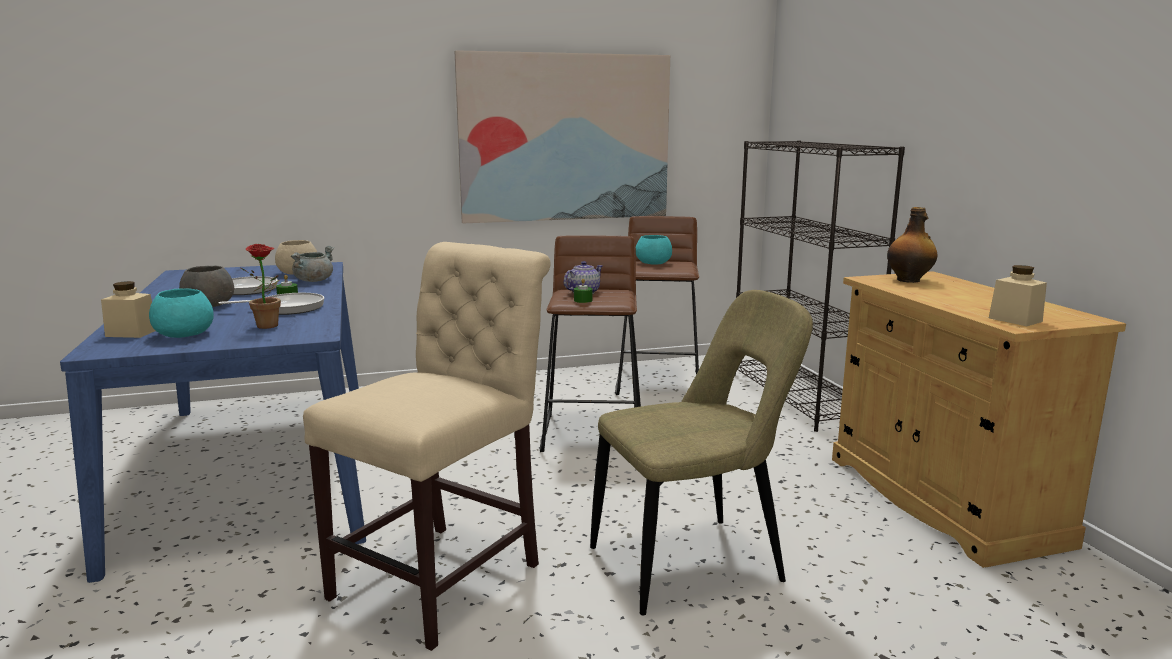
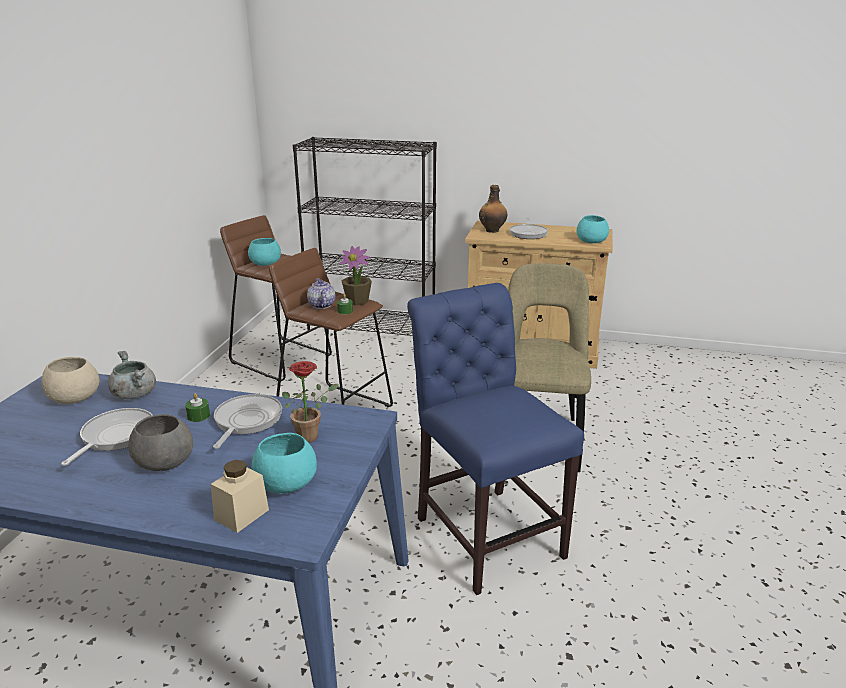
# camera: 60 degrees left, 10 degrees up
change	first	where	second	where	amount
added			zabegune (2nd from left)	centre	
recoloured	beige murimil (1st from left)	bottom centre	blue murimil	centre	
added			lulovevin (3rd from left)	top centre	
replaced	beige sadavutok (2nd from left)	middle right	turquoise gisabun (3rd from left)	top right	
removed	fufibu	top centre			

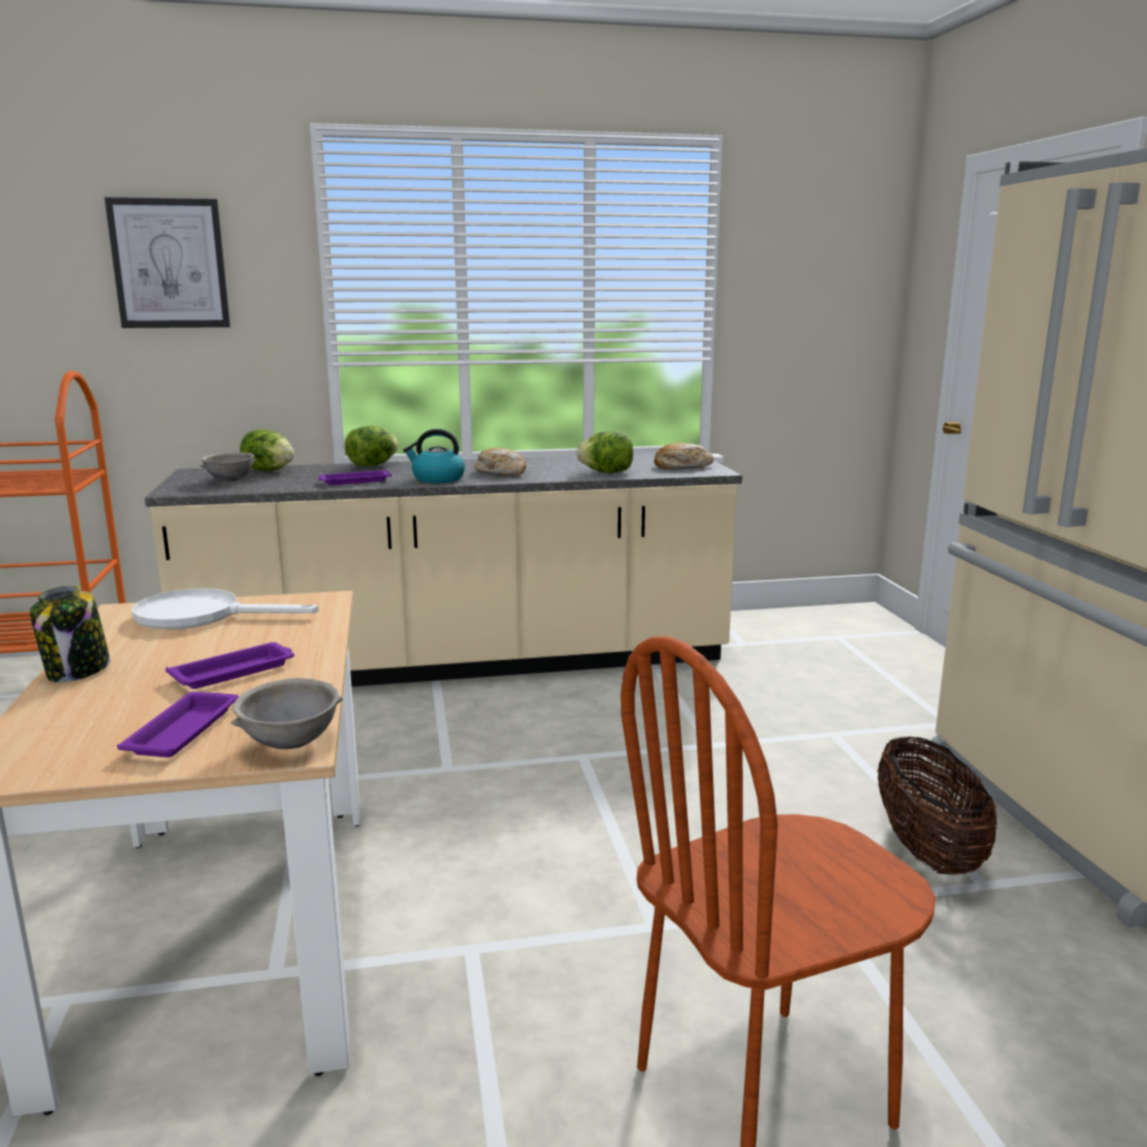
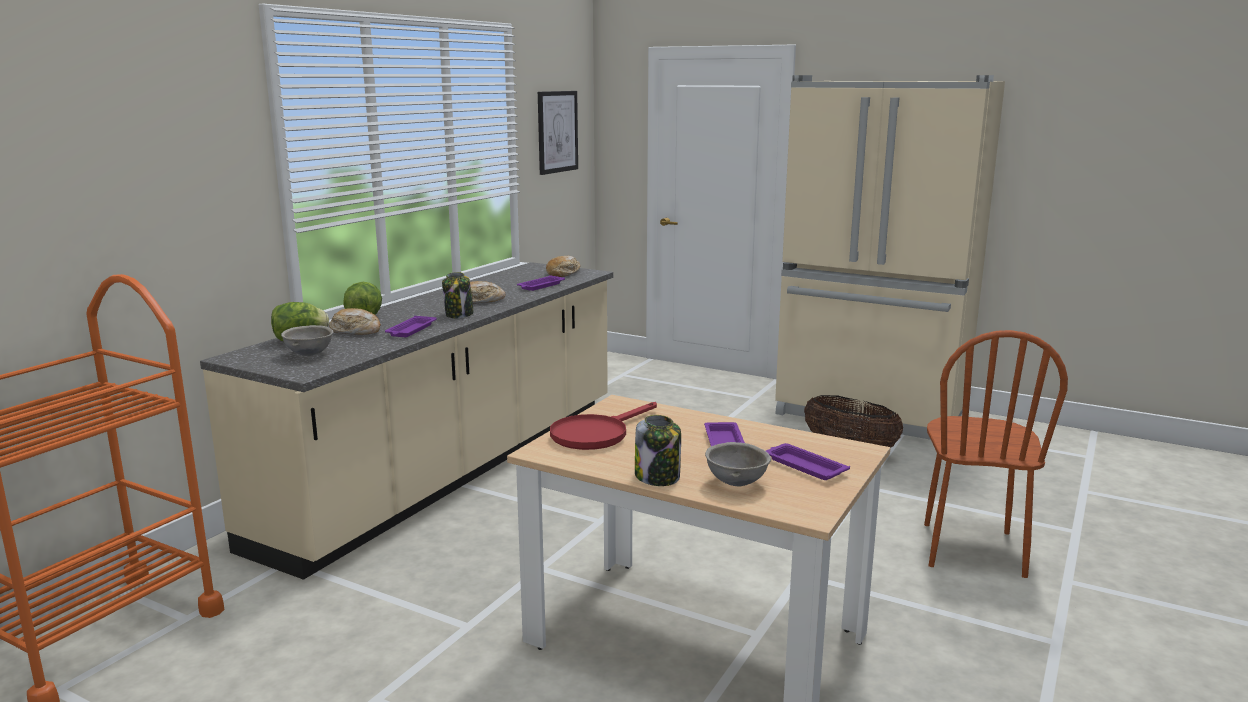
# camera: 50 degrees left, 0 degrees up
change	first	where	second	where	amount
added			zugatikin (1st from left)	middle left	
replaced	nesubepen	centre	sadavutok (1st from left)	centre	
replaced	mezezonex (3rd from left)	centre	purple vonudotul (2nd from left)	centre	
moved	fufibu	top left		top centre	
recoloured	white lulovevin	middle left	red lulovevin	centre	
moved	grey gisabun (2nd from left)	middle left		centre	

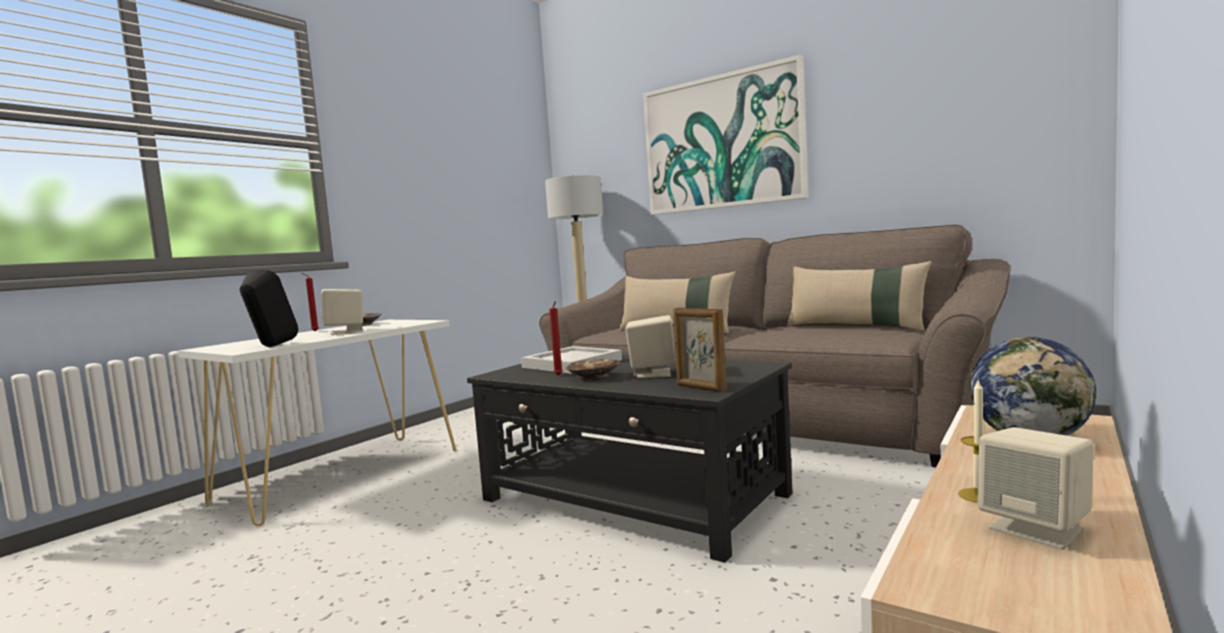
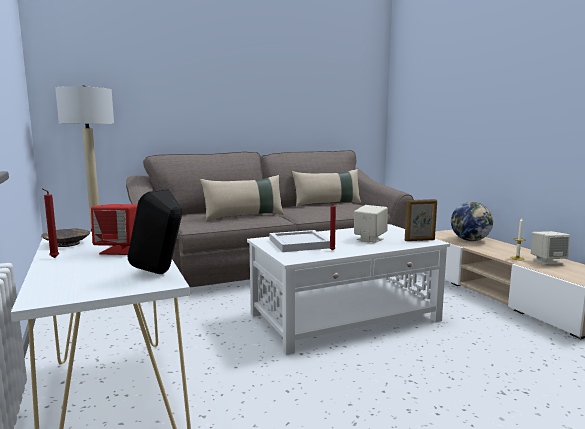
# camera: 60 degrees left, 5 degrees up
change	first	where	second	where	amount
recoloured	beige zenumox (1st from left)	middle left	red zenumox	middle left	
recoloured	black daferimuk	bottom centre	white daferimuk	bottom centre	
removed	brown gisabun (2nd from left)	centre			
removed	fufibu	top centre			

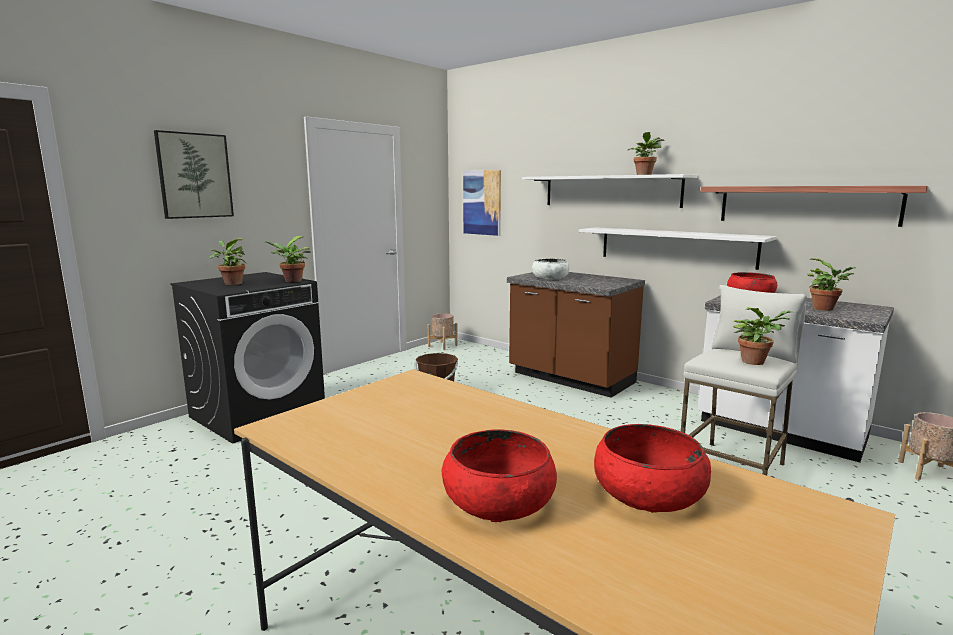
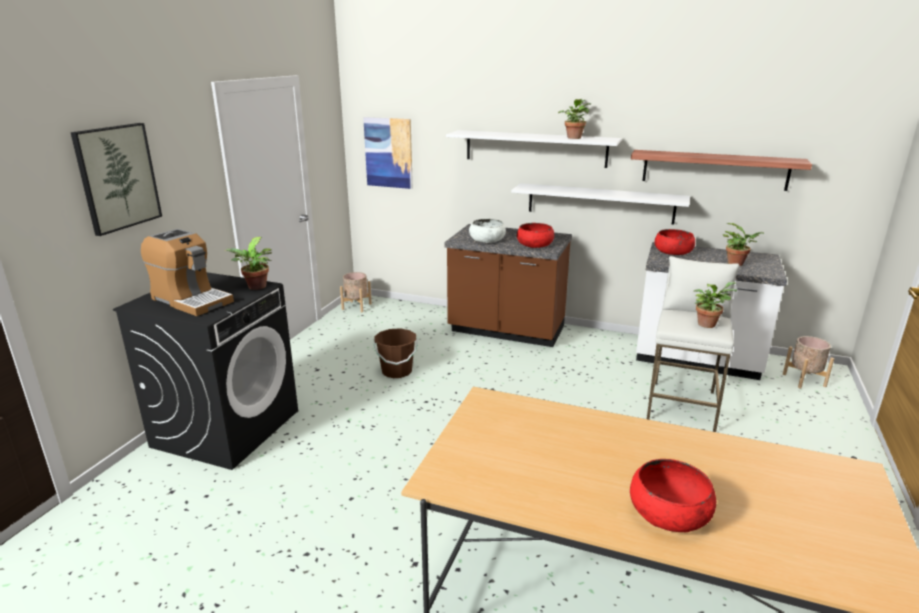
# camera: 20 degrees left, 10 degrees up
change	first	where	second	where	amount
replaced	zabegune (1st from left)	middle left	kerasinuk	middle left	
moved	red gisabun (2nd from left in the first image)	bottom right	red gisabun (1st from left)	centre	

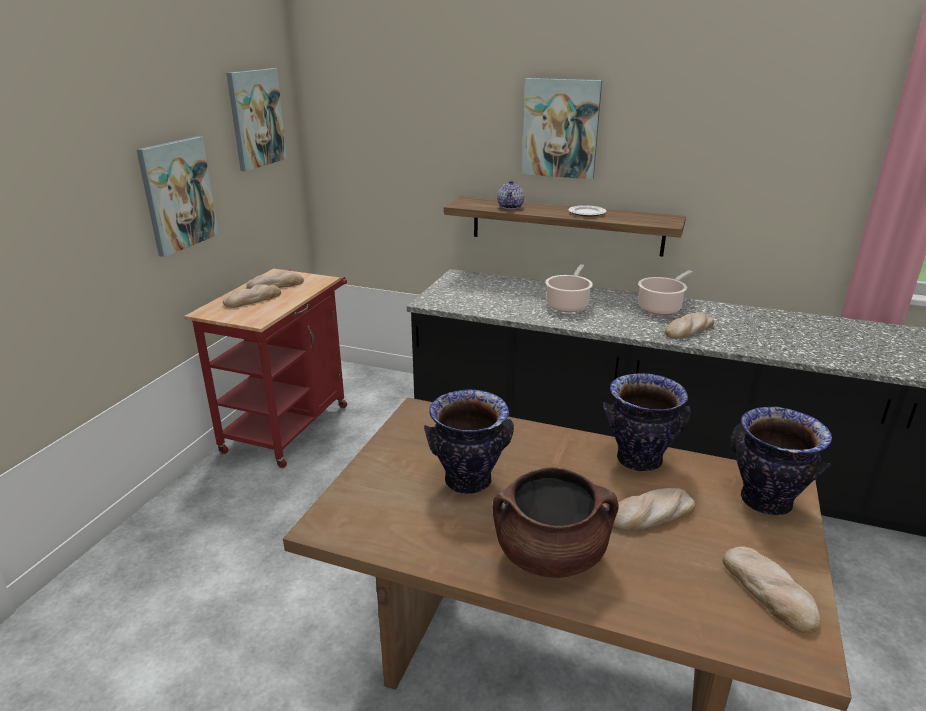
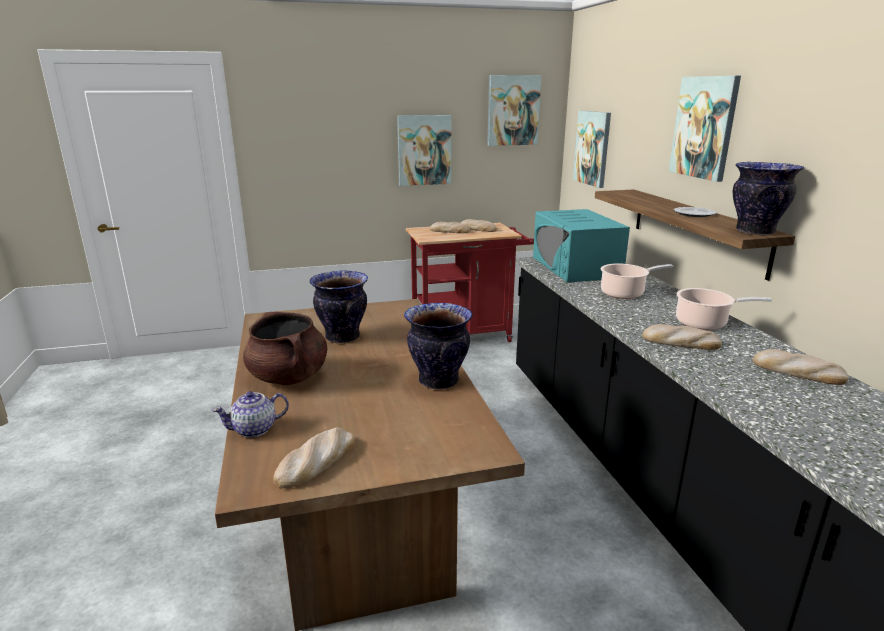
# camera: 55 degrees right, 5 degrees down
change	first	where	second	where	amount
moved	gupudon	top centre		middle left	
added			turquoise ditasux	centre	
added			fufibu (3rd from left)	top right	
moved	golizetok (3rd from left)	middle right		top right	
moved	zugatikin (3rd from left in the first image)	bottom right	zugatikin (5th from left)	middle right	

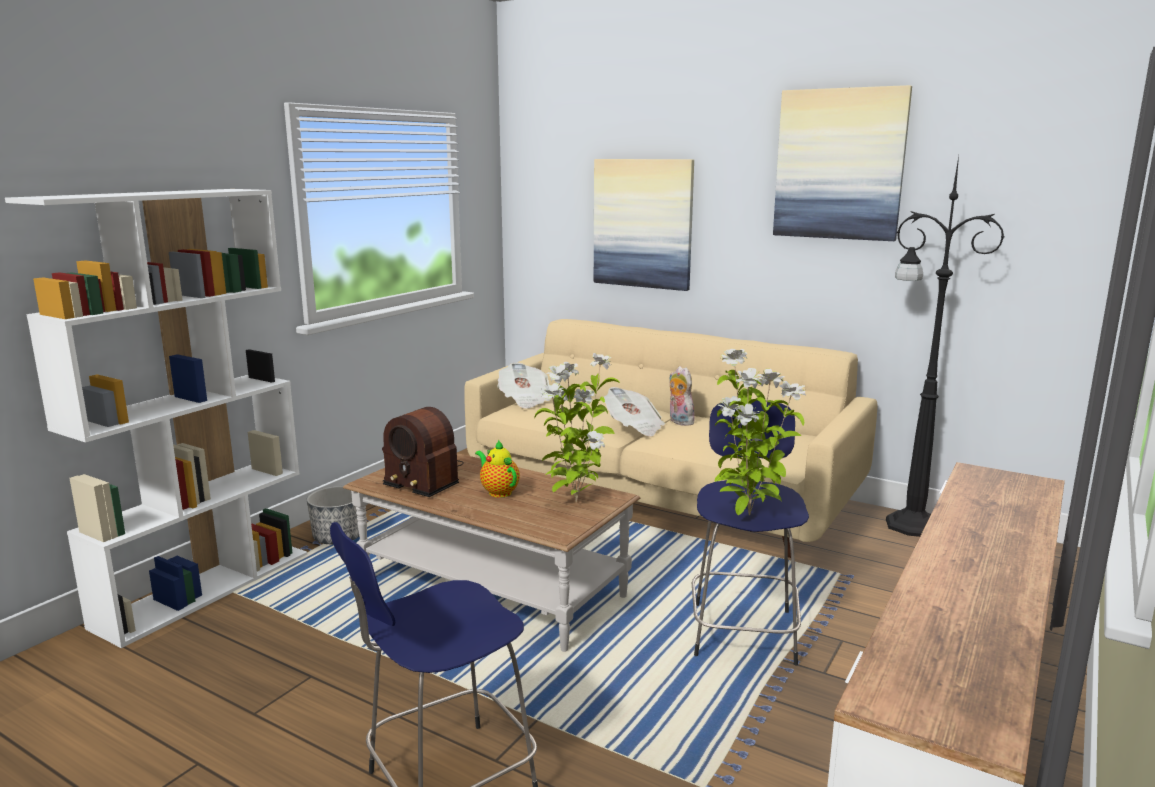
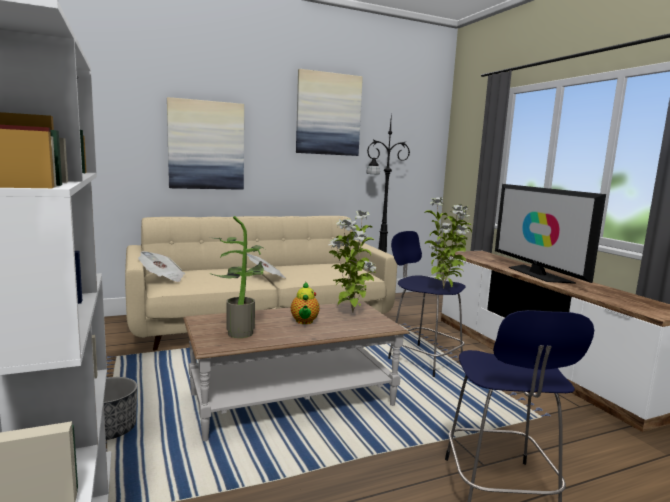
# camera: 55 degrees left, 5 degrees down
change	first	where	second	where	amount
replaced	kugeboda	centre	zabegune (1st from left)	centre	
turned	gupudon	centre		centre	90 degrees counterclockwise
added			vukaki	middle right	
removed	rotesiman	centre			

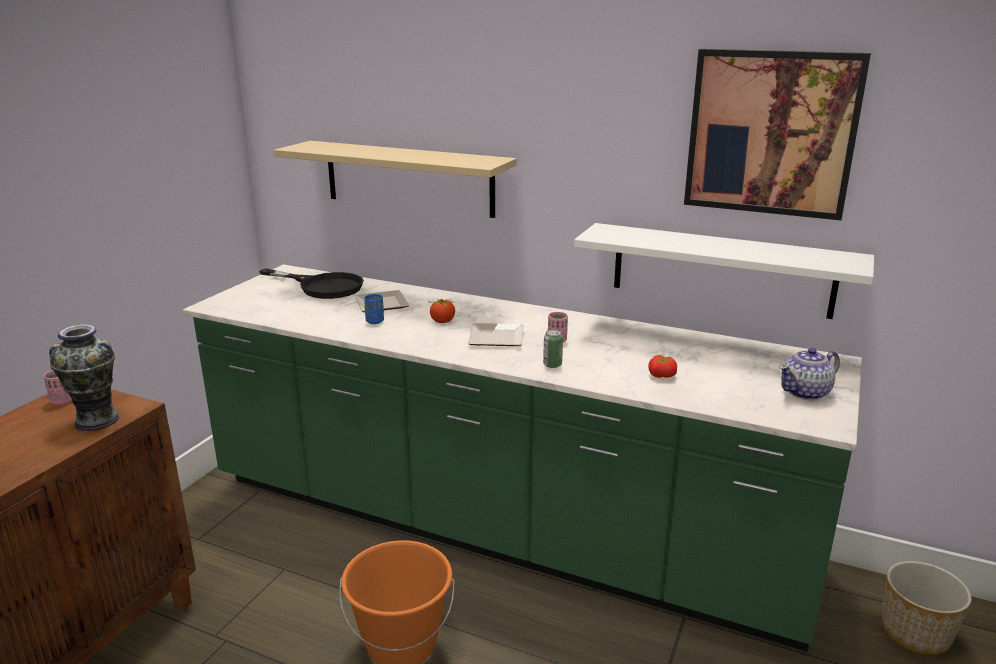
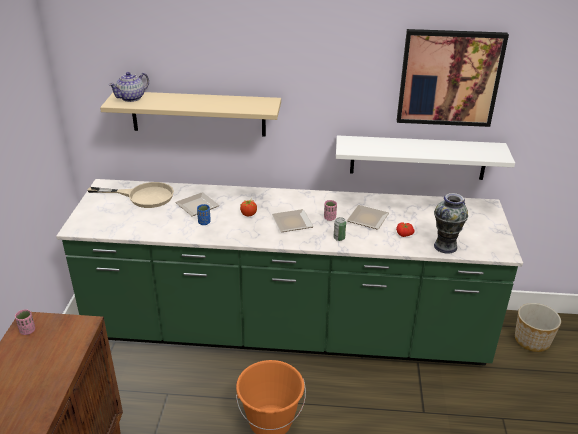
# camera: 20 degrees left, 10 degrees up
change	first	where	second	where	amount
recoloured	black lulovevin	middle left	beige lulovevin	middle left	
moved	gupudon	middle right		top left	
added			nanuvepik (3rd from left)	centre	
moved	golizetok	middle left		middle right	

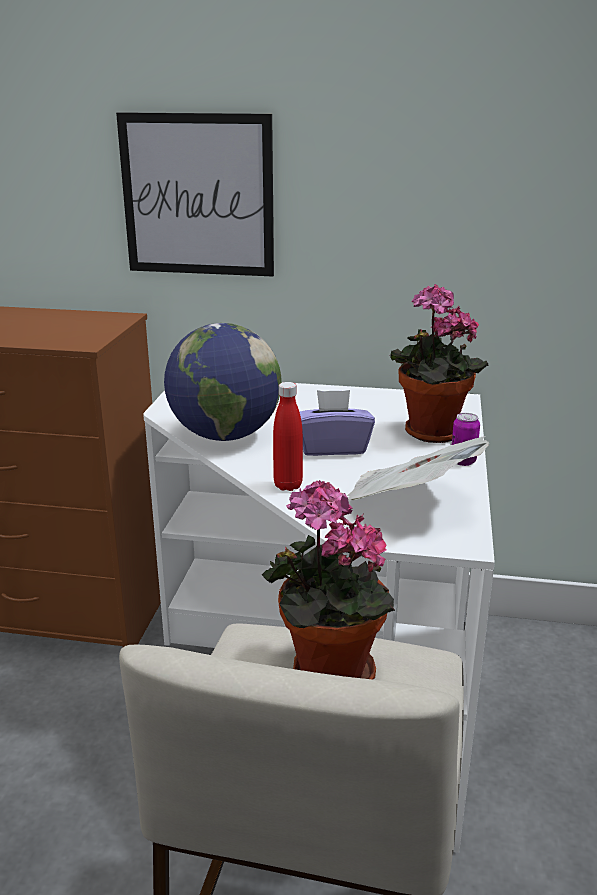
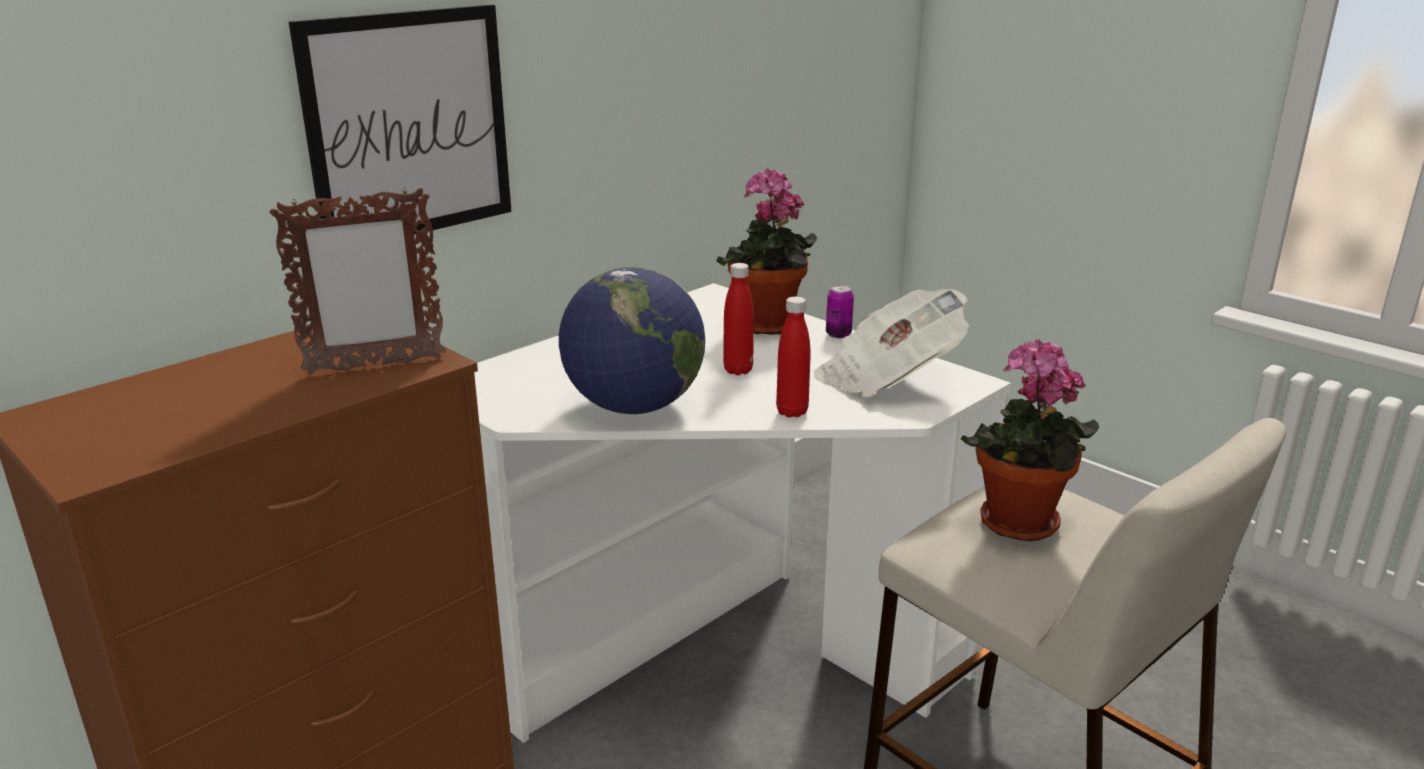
# camera: 55 degrees left, 0 degrees up
change	first	where	second	where	amount
added			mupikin	middle left	
replaced	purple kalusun	centre	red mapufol (1st from left)	centre	

